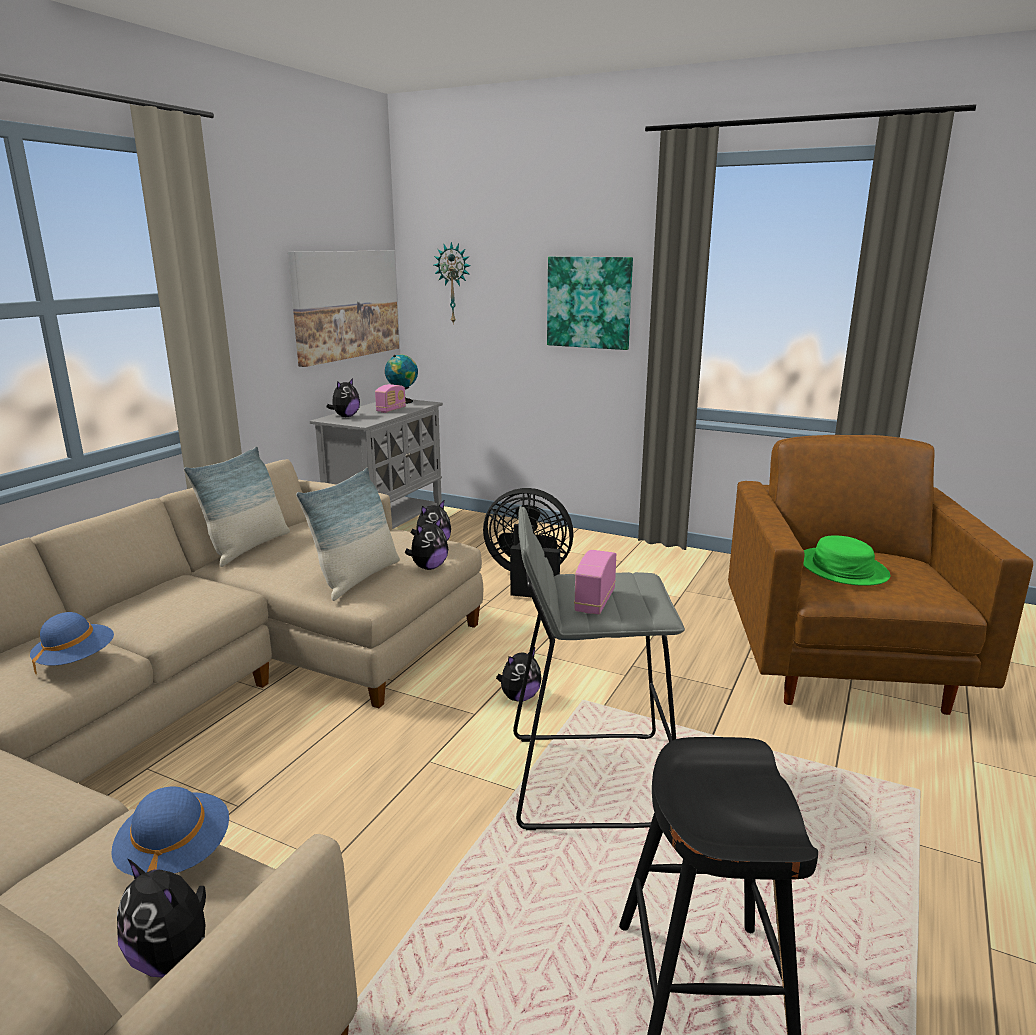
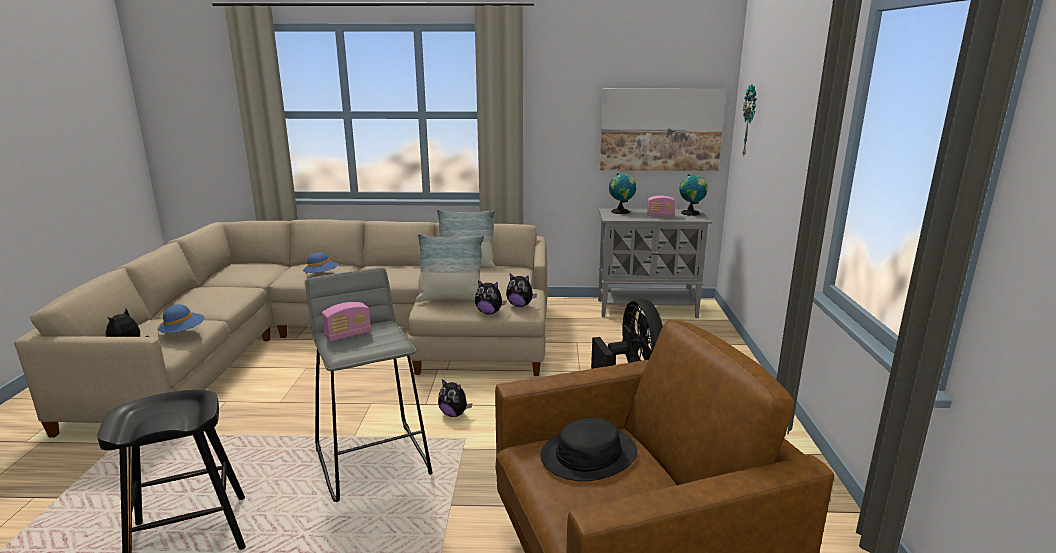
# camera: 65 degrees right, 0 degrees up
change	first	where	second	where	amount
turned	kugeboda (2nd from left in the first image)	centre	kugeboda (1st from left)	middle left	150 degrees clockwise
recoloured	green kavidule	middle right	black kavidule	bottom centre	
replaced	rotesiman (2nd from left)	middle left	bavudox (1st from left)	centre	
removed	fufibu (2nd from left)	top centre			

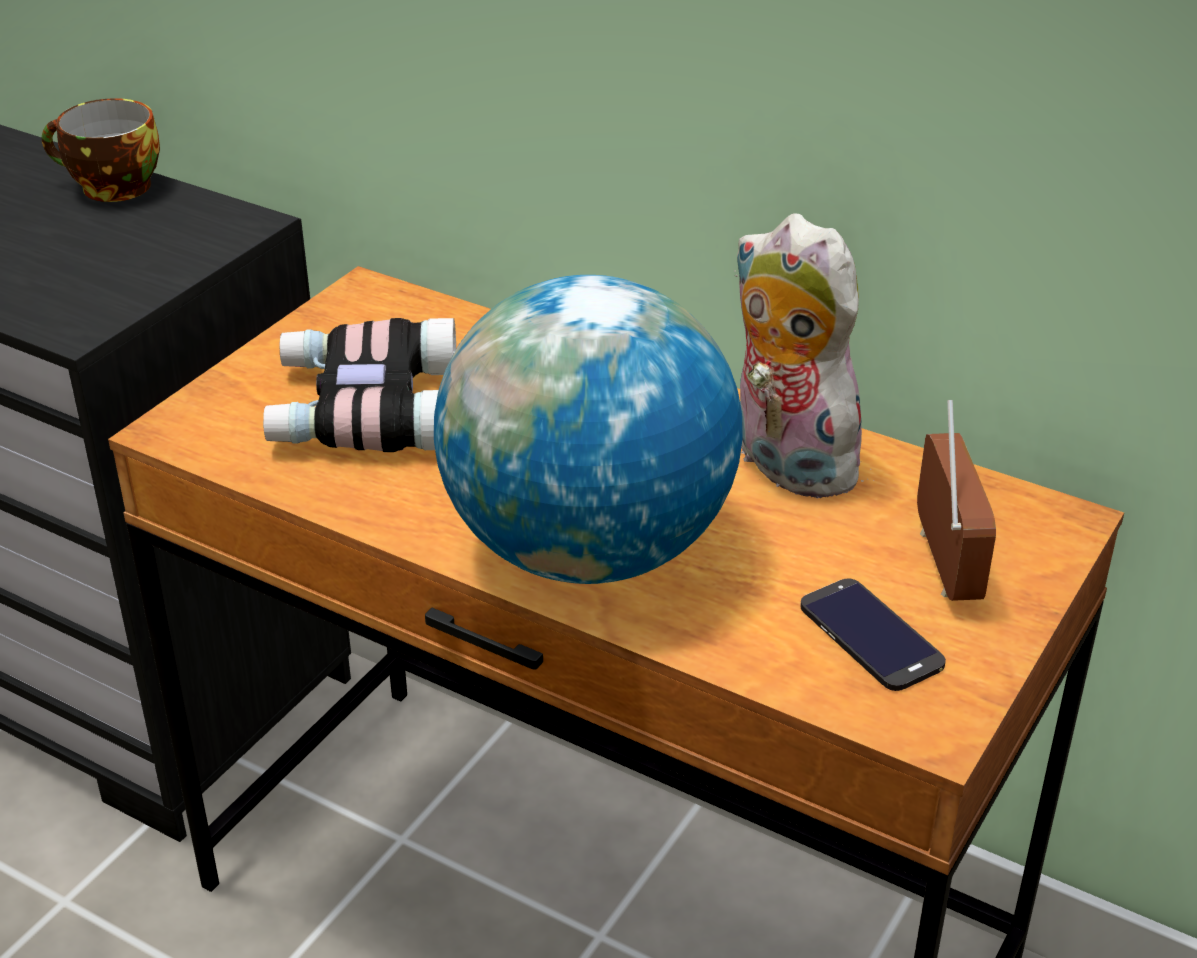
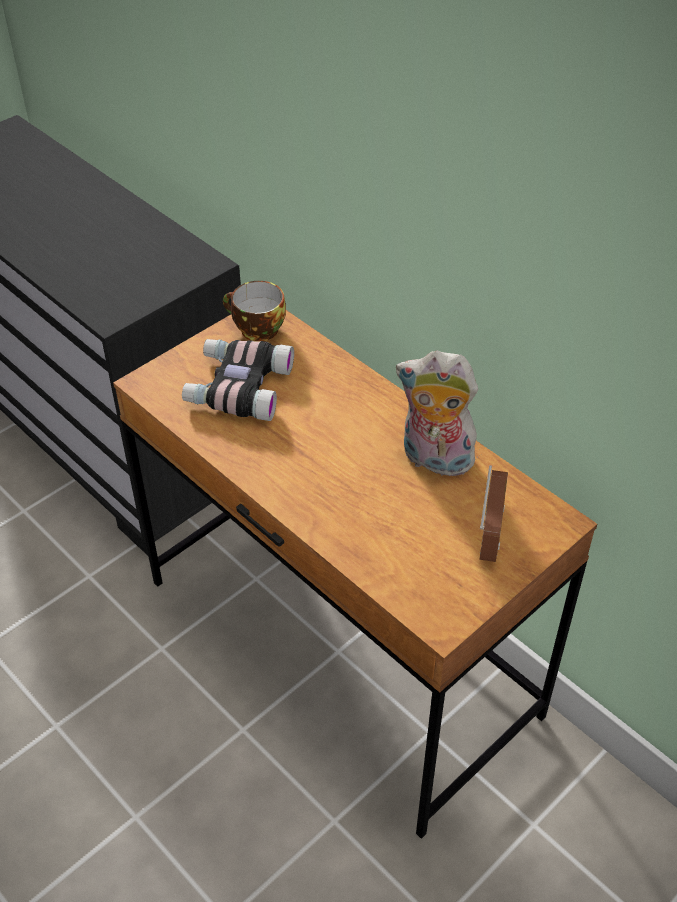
# camera: 15 degrees right, 10 degrees up
change	first	where	second	where	amount
moved	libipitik	top left		centre	
turned	rotesiman	middle right		centre	45 degrees counterclockwise
removed	bavudox	centre			
removed	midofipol	middle right			

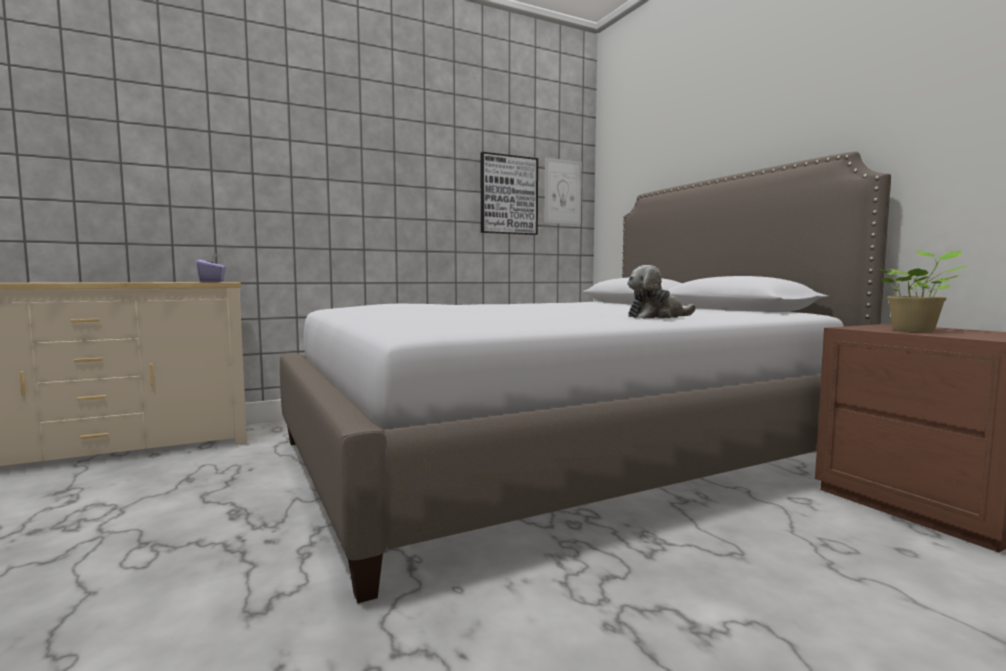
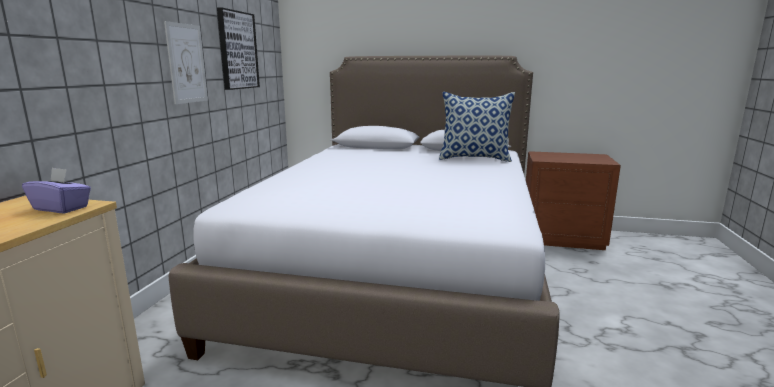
# camera: 50 degrees left, 10 degrees up
change	first	where	second	where	amount
moved	fufibu (2nd from left in the first image)	top centre	fufibu (1st from left)	top left	
added			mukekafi	top centre	
removed	rotesiman	centre			
removed	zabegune	middle right			

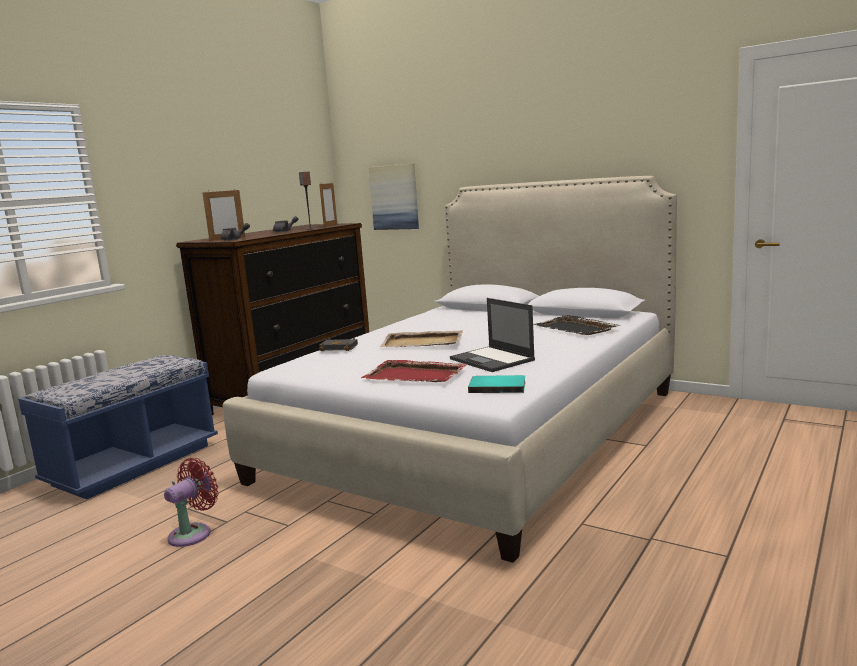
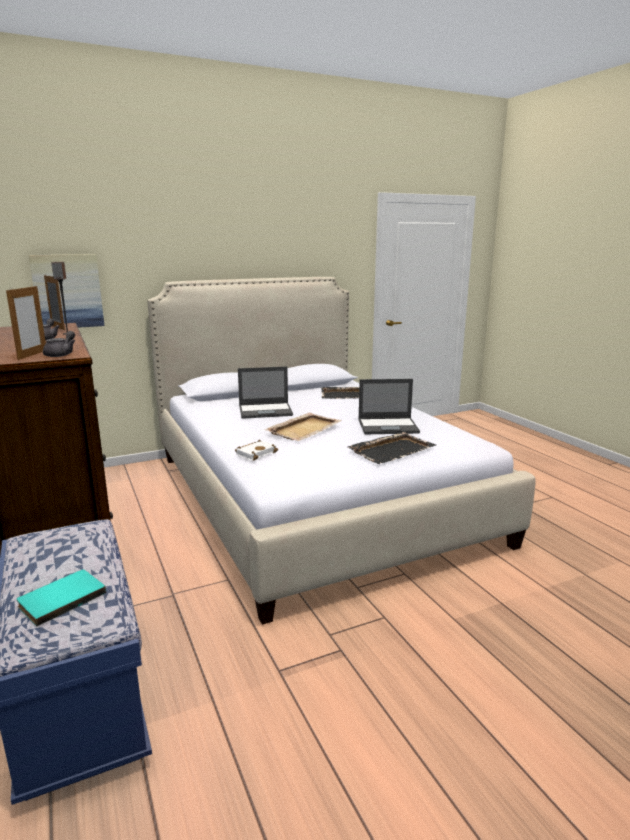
# camera: 60 degrees left, 5 degrees up
change	first	where	second	where	amount
moved	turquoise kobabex	centre		bottom left	
recoloured	black kobabex	centre	white kobabex	centre	
added			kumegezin (1st from left)	centre	
recoloured	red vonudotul	centre	black vonudotul (2nd from left)	centre	
removed	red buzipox	bottom left			

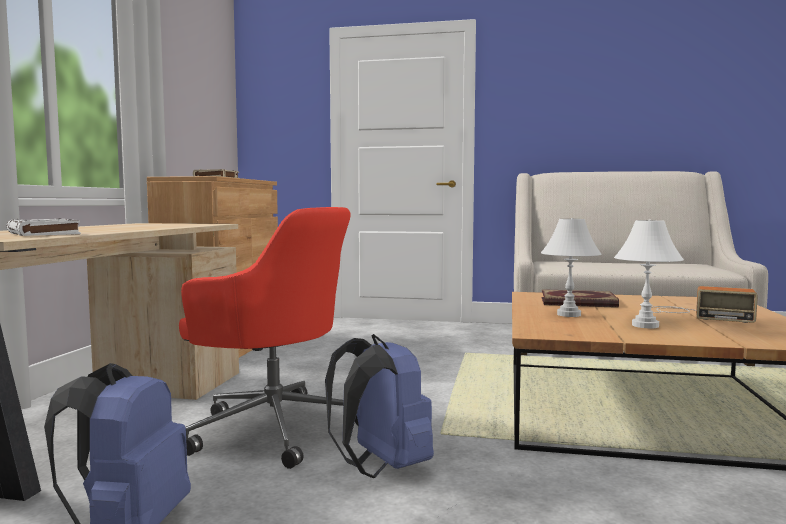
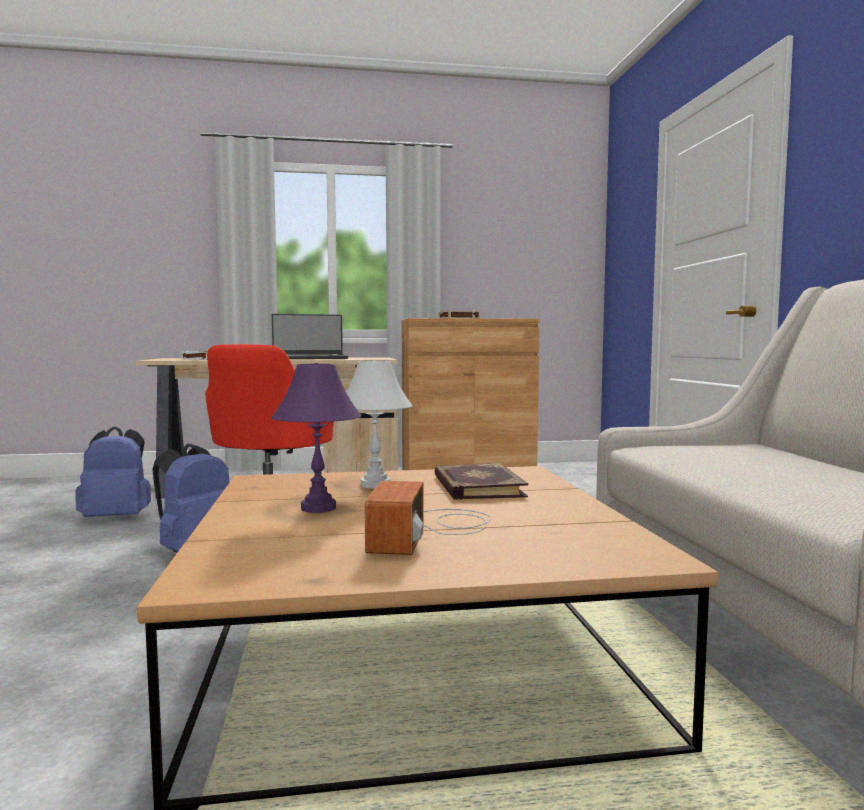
# camera: 70 degrees right, 0 degrees up
change	first	where	second	where	amount
added			kumegezin	centre	
recoloured	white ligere (2nd from left)	middle right	purple ligere	centre	

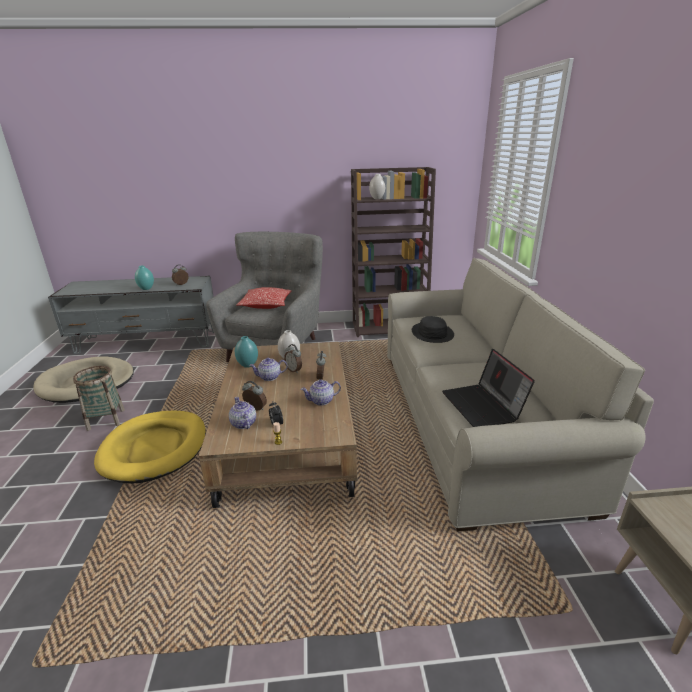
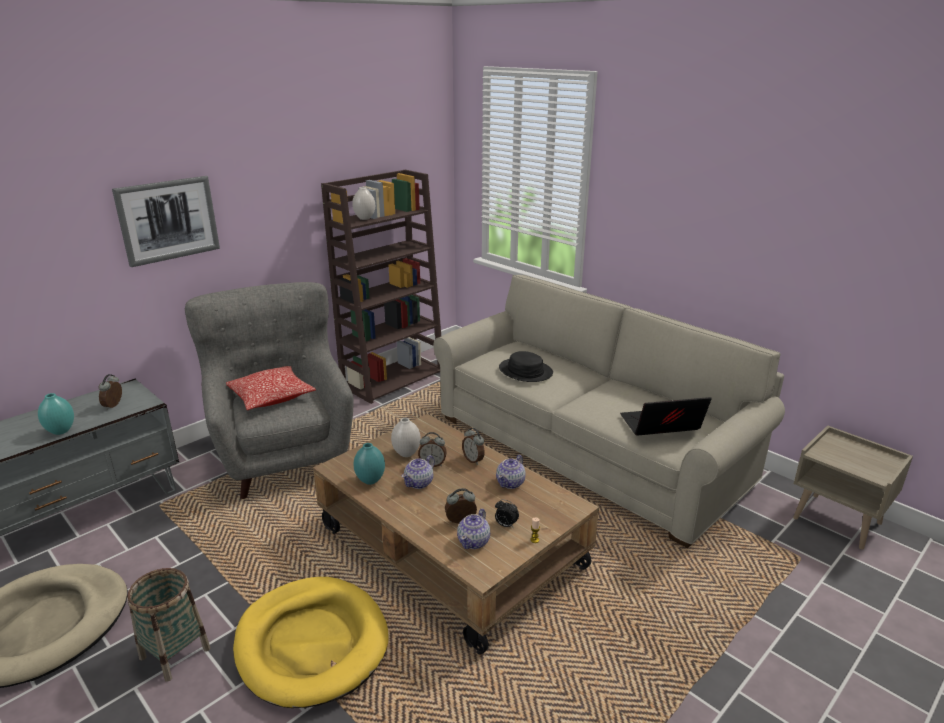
# camera: 40 degrees left, 0 degrees up
change	first	where	second	where	amount
added			fufibu	top left	
turned	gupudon (1st from left in the first image)	centre	gupudon (2nd from left)	bottom centre	90 degrees counterclockwise
turned	kumegezin	middle right		middle right	135 degrees clockwise

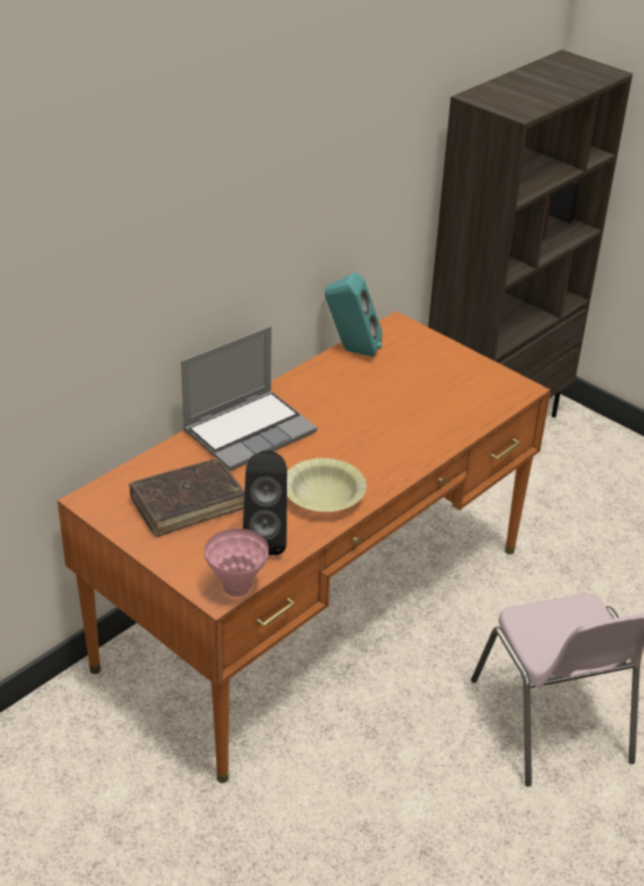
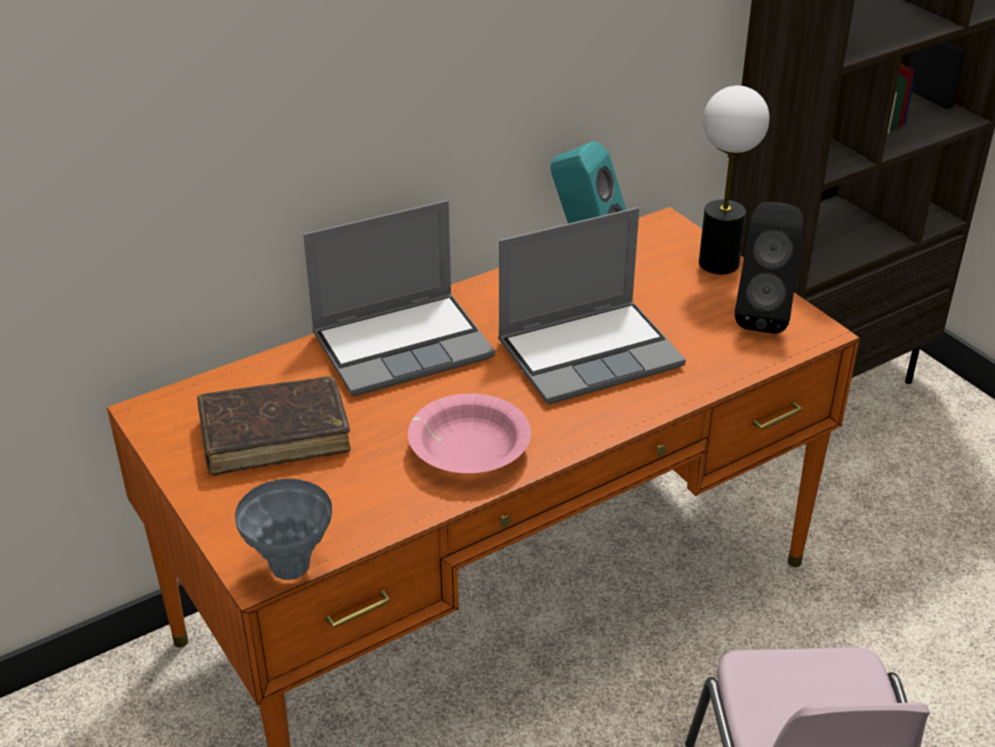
# camera: 15 degrees right, 0 degrees up
change	first	where	second	where	amount
recoloured	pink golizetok	centre	grey golizetok	bottom left	
recoloured	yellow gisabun	centre	pink gisabun	centre	
added			kumegezin (2nd from left)	centre	
added			ligere	top right	
moved	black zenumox	centre		middle right	

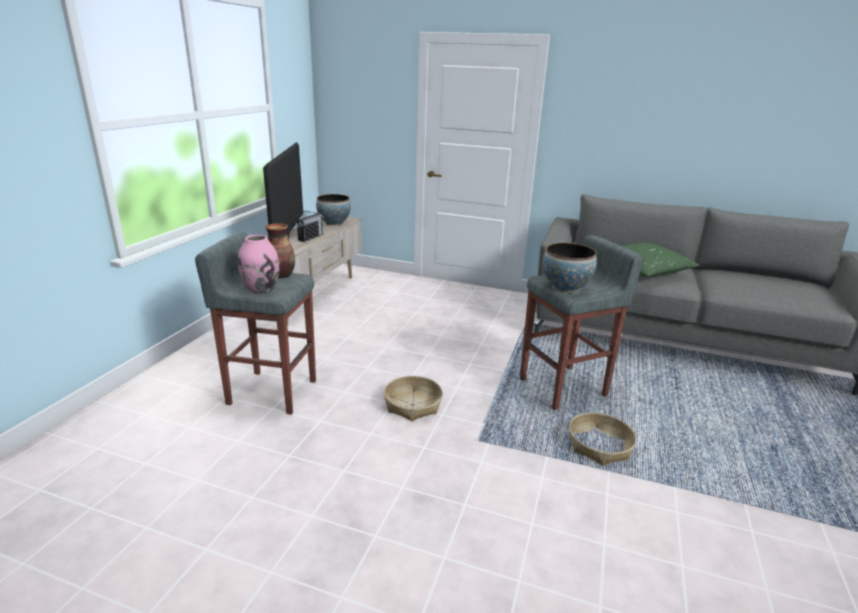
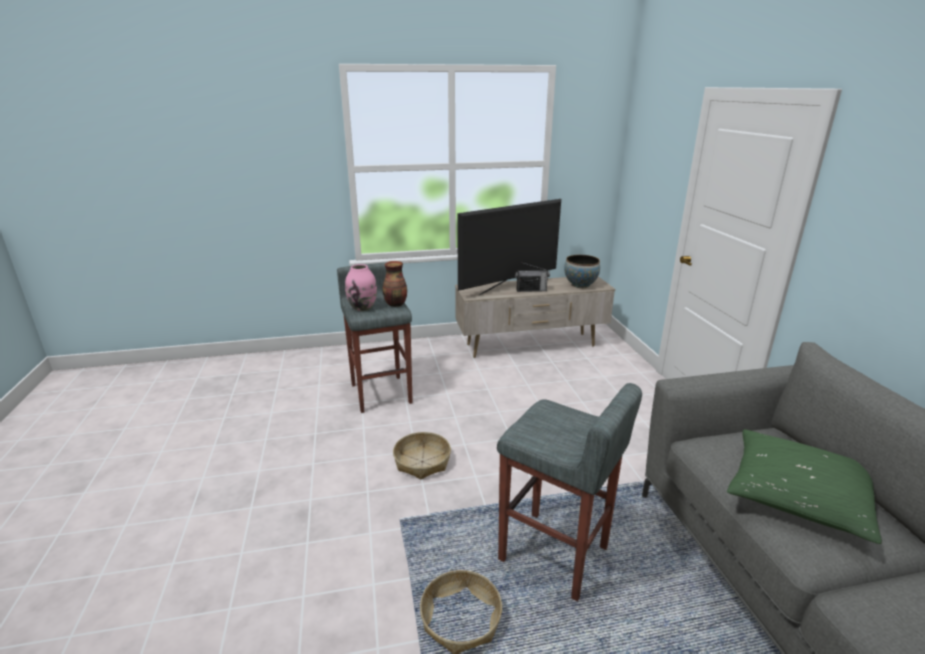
# camera: 60 degrees right, 0 degrees up
change	first	where	second	where	amount
removed	gisabun (2nd from left)	centre			

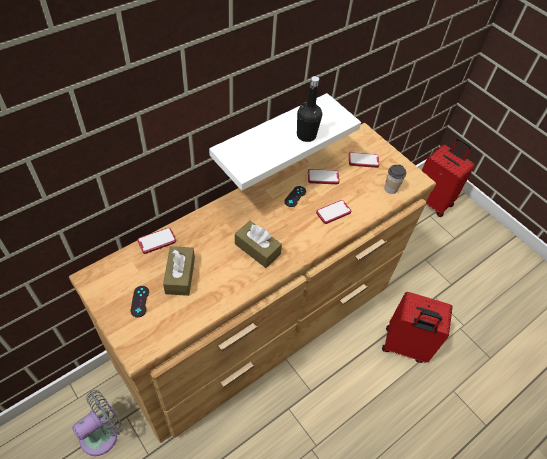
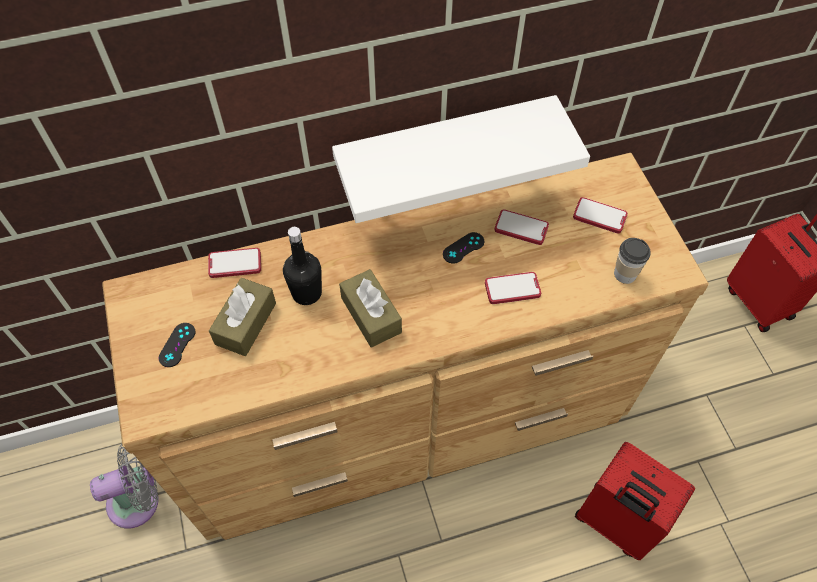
# camera: 25 degrees right, 5 degrees up
change	first	where	second	where	amount
moved	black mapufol	top centre		centre	

